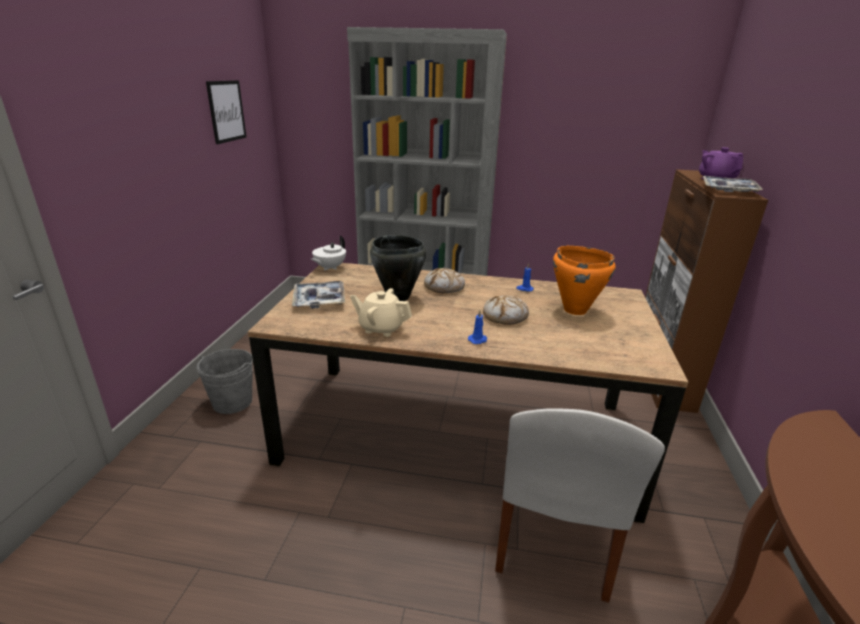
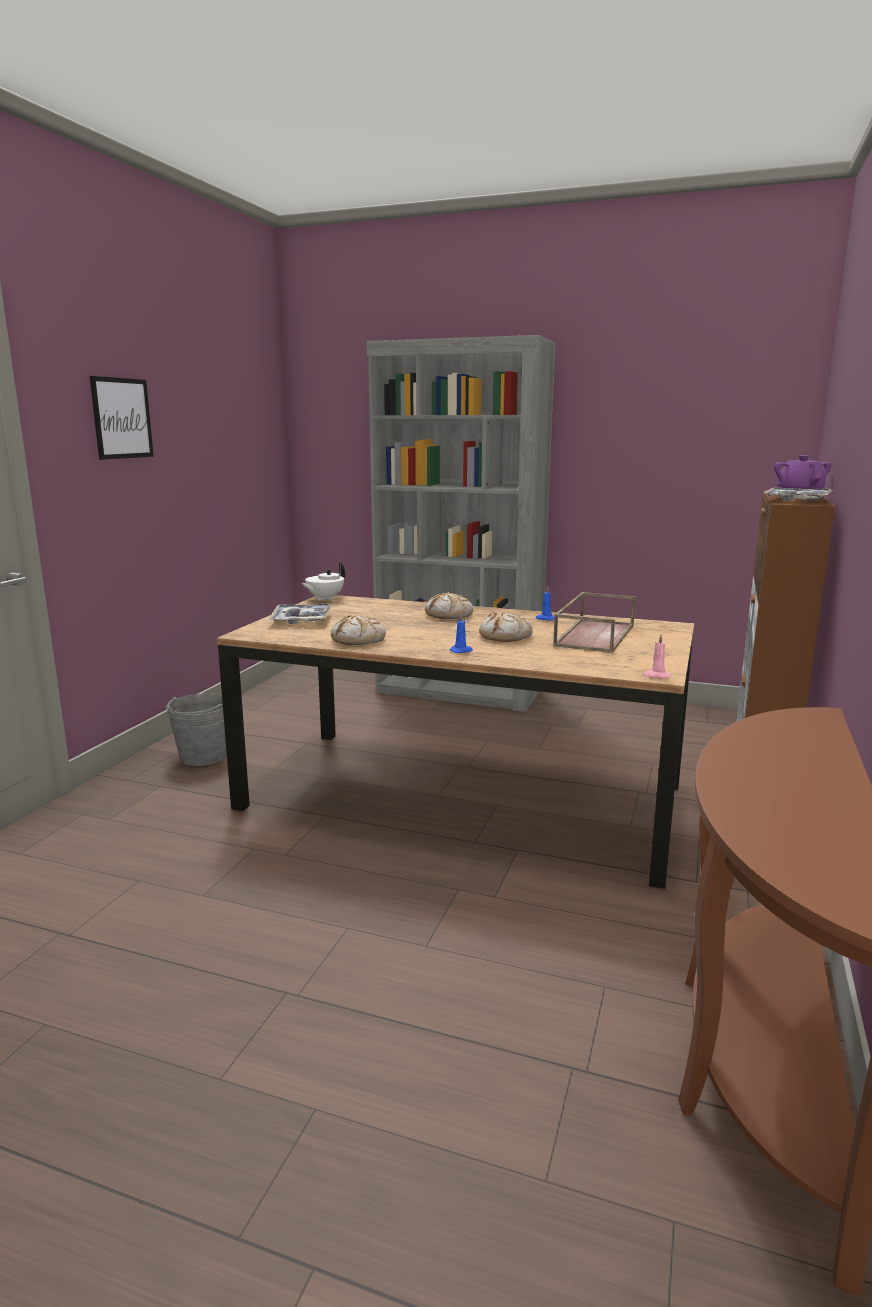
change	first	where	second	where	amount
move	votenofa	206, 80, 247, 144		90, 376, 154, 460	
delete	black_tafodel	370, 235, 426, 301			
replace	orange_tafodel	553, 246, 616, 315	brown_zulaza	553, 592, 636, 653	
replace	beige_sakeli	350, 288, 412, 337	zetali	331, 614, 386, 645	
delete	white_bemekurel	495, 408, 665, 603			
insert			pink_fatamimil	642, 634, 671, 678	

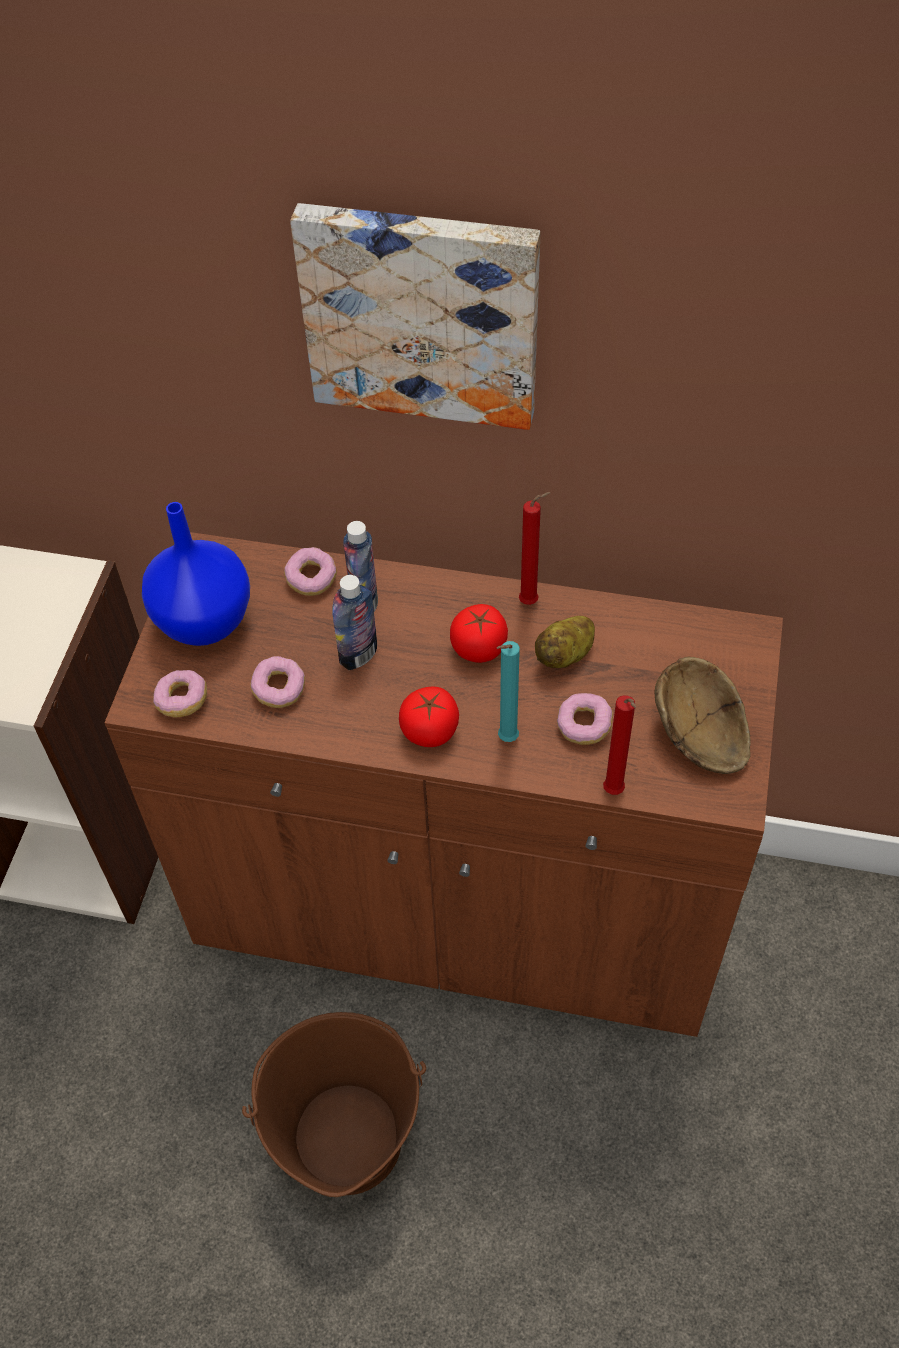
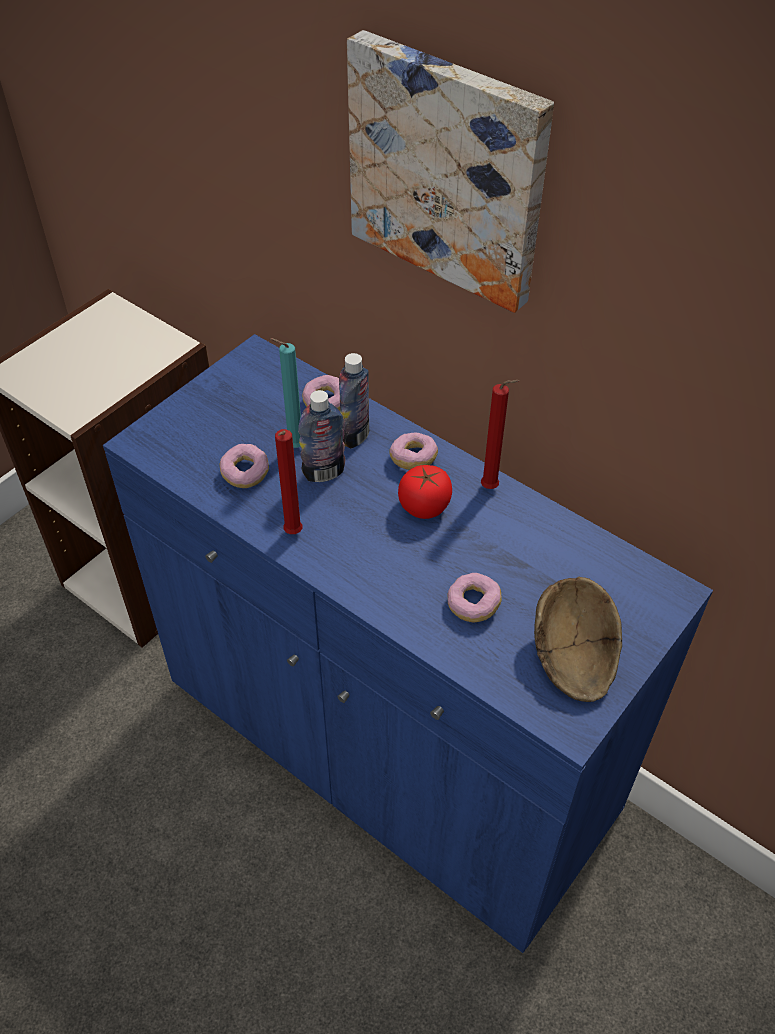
change	first	where	second	where	amount
delete	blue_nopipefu	142, 502, 250, 646			
recolor	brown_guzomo	104, 532, 783, 1037	blue_guzomo	103, 334, 713, 953	
delete	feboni	535, 616, 595, 668			
move	turquoise_fatamimil	496, 641, 520, 742		270, 338, 301, 448	
move	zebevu	153, 670, 207, 718		389, 432, 438, 470	
delete	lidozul	399, 686, 459, 747			
move	red_fatamimil	603, 695, 636, 795		275, 429, 302, 534	
delete	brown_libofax	242, 1012, 426, 1197			

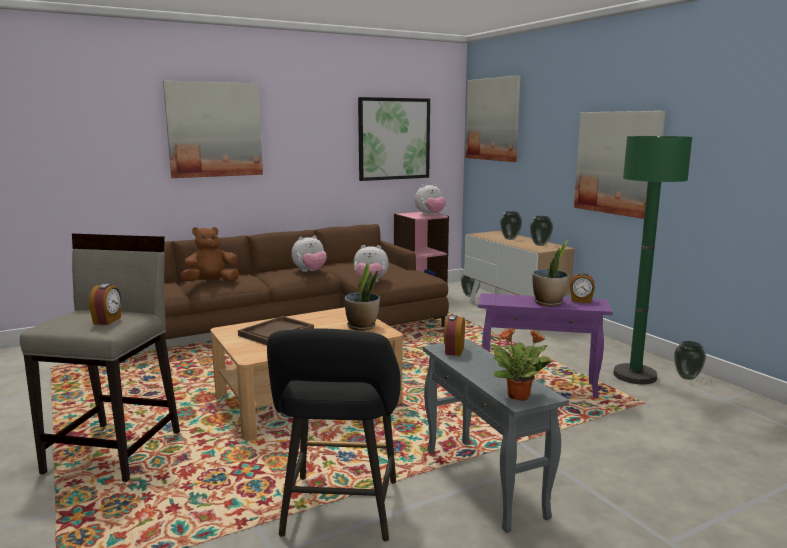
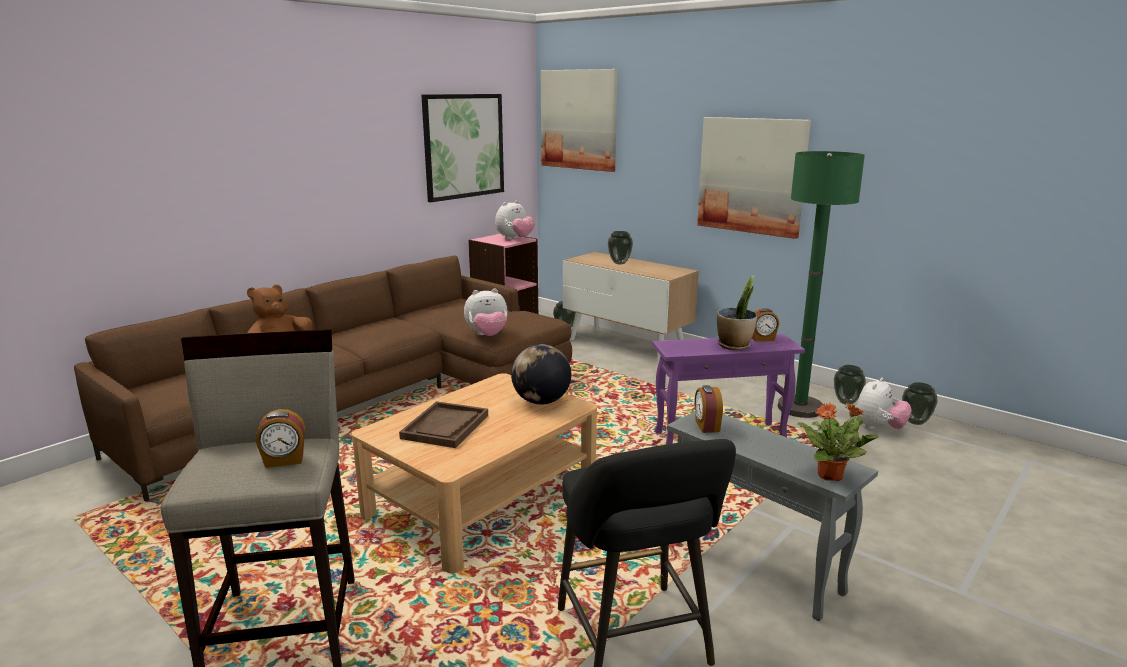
change	first	where	second	where	amount
delete	votenofa	163, 81, 263, 178			
move	nopipefu	530, 216, 553, 246		902, 382, 938, 425	
move	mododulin	292, 235, 327, 272		856, 377, 911, 430	
replace	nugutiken	345, 261, 380, 331	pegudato	511, 344, 571, 405	
rotate	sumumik	89, 284, 121, 325		256, 409, 305, 468	90 degrees clockwise

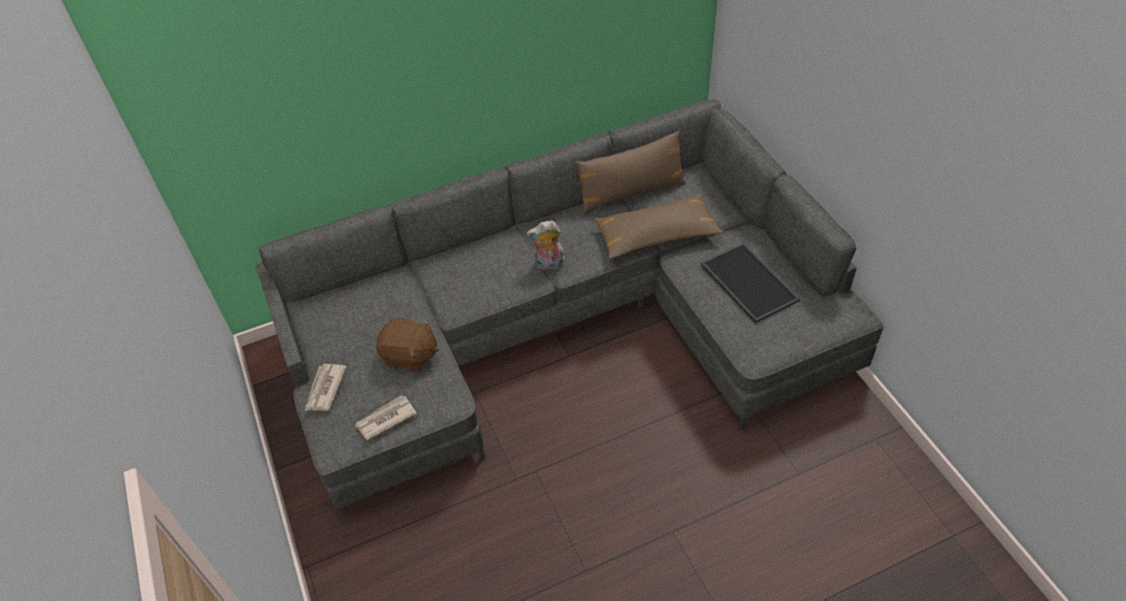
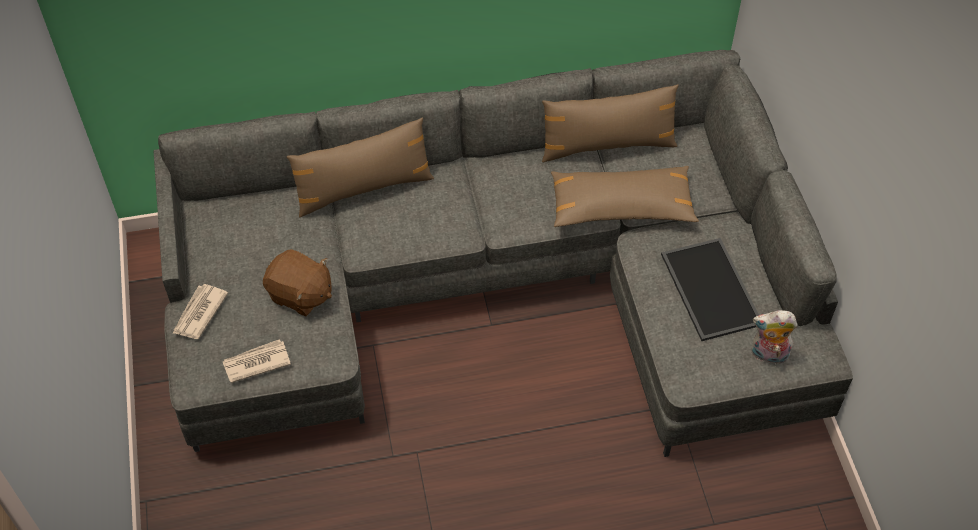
change	first	where	second	where	amount
move	mododulin	526, 221, 565, 270		751, 310, 798, 364	
insert			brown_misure	287, 117, 434, 217	

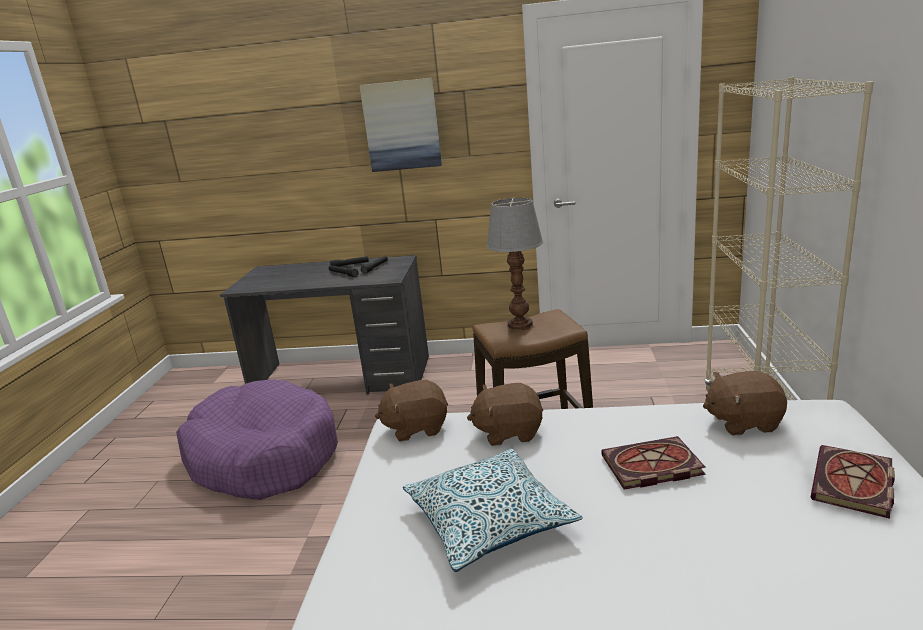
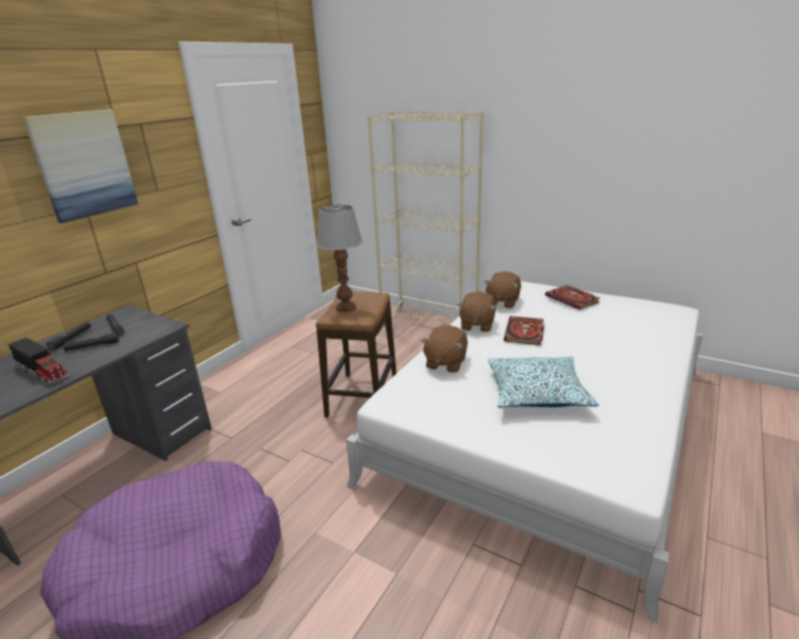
change	first	where	second	where	amount
move	brown_mododulin	375, 380, 448, 442		457, 291, 496, 332	
insert			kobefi	8, 337, 70, 385	

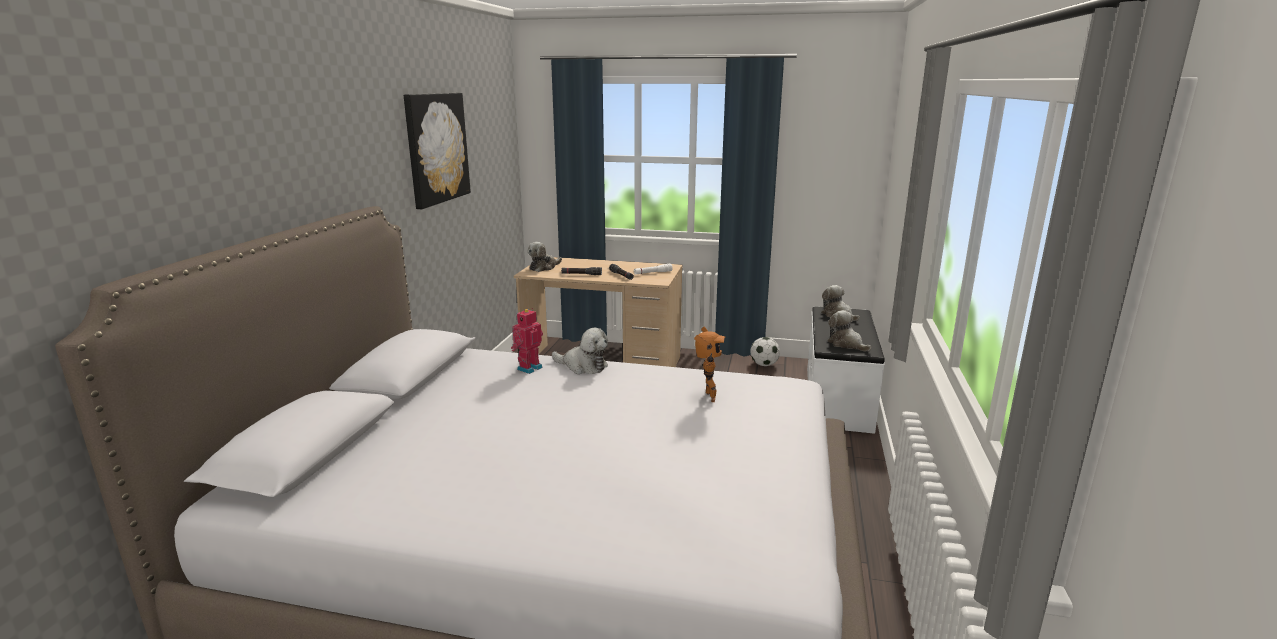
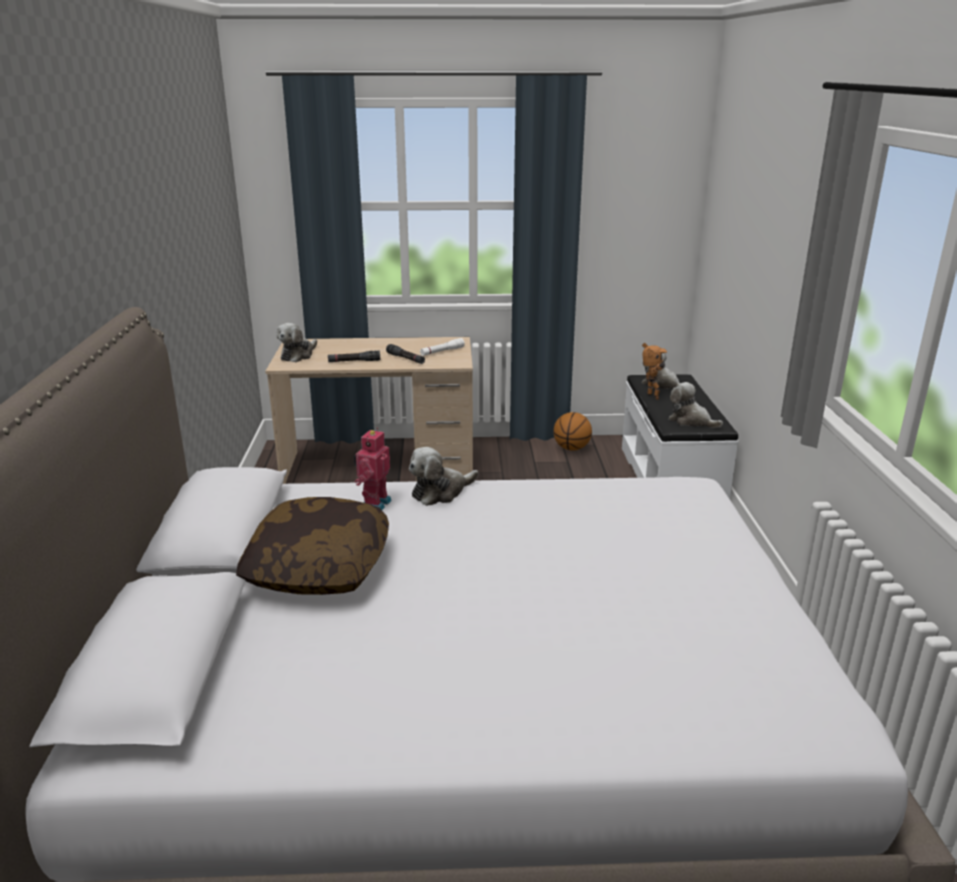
change	first	where	second	where	amount
delete	votenofa	403, 93, 471, 209			
move	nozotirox	694, 327, 726, 402		642, 343, 667, 400	
rotate	mododulin	552, 328, 608, 374		409, 447, 479, 506	135 degrees clockwise
replace	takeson	750, 337, 780, 366	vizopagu	553, 412, 592, 451	
insert			misure	236, 497, 389, 595	

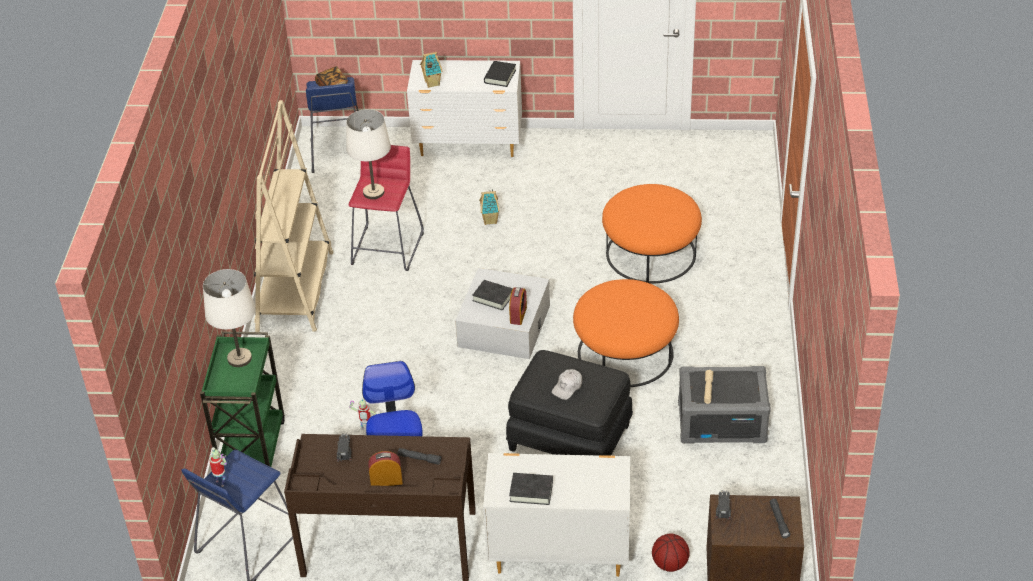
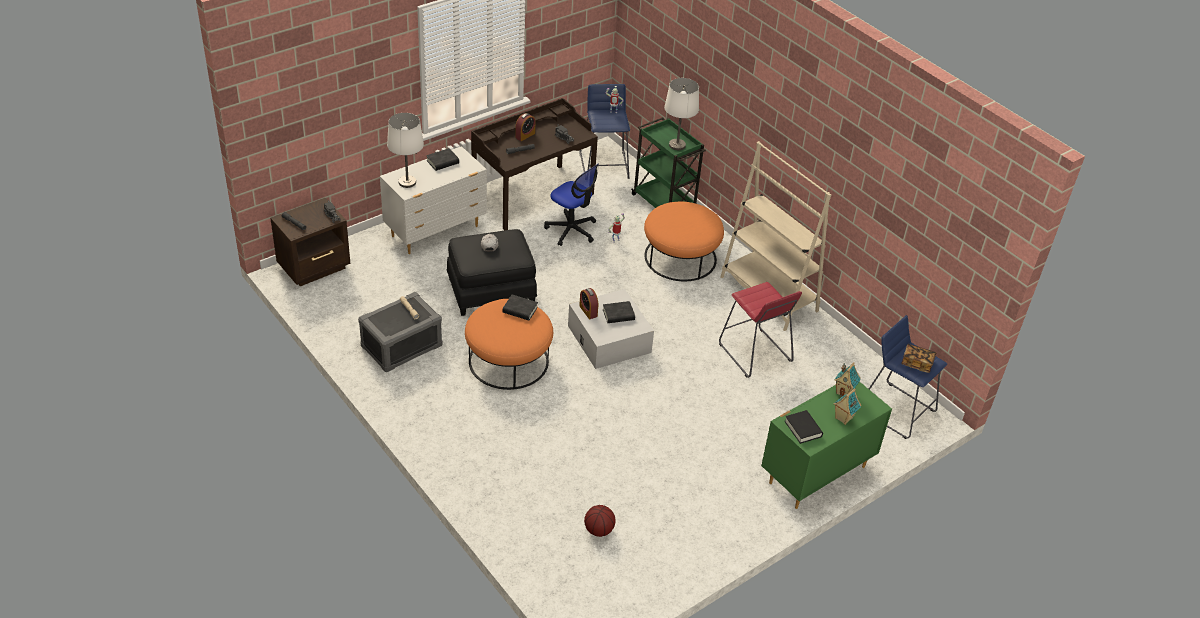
change	first	where	second	where	amount
recolor	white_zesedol	407, 60, 522, 157	green_zesedol	761, 381, 892, 509	
move	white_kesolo	346, 109, 391, 199		387, 113, 424, 188	
move	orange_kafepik	602, 184, 702, 284		644, 202, 724, 281	
move	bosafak	479, 189, 500, 225		834, 388, 861, 425	
move	vizopagu	652, 534, 690, 572		584, 505, 616, 537	
insert			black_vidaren	503, 295, 538, 320	

